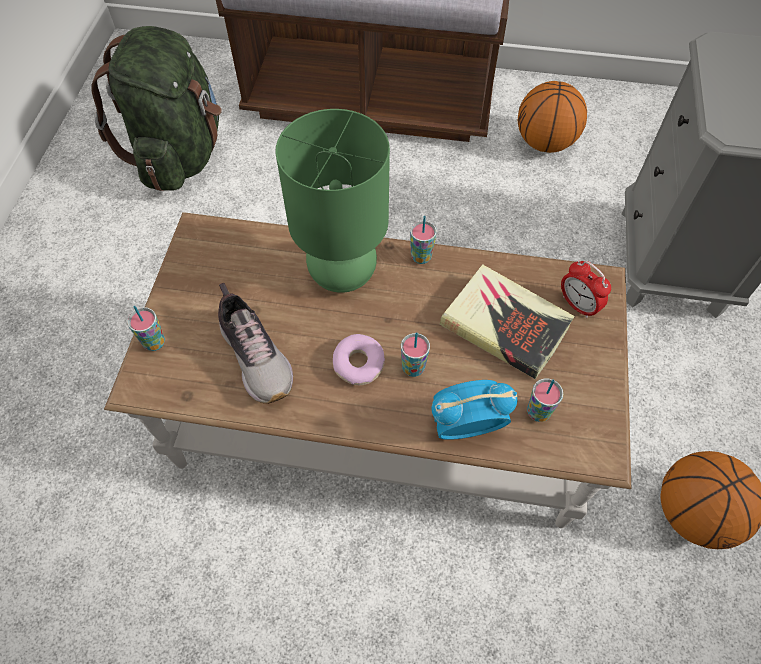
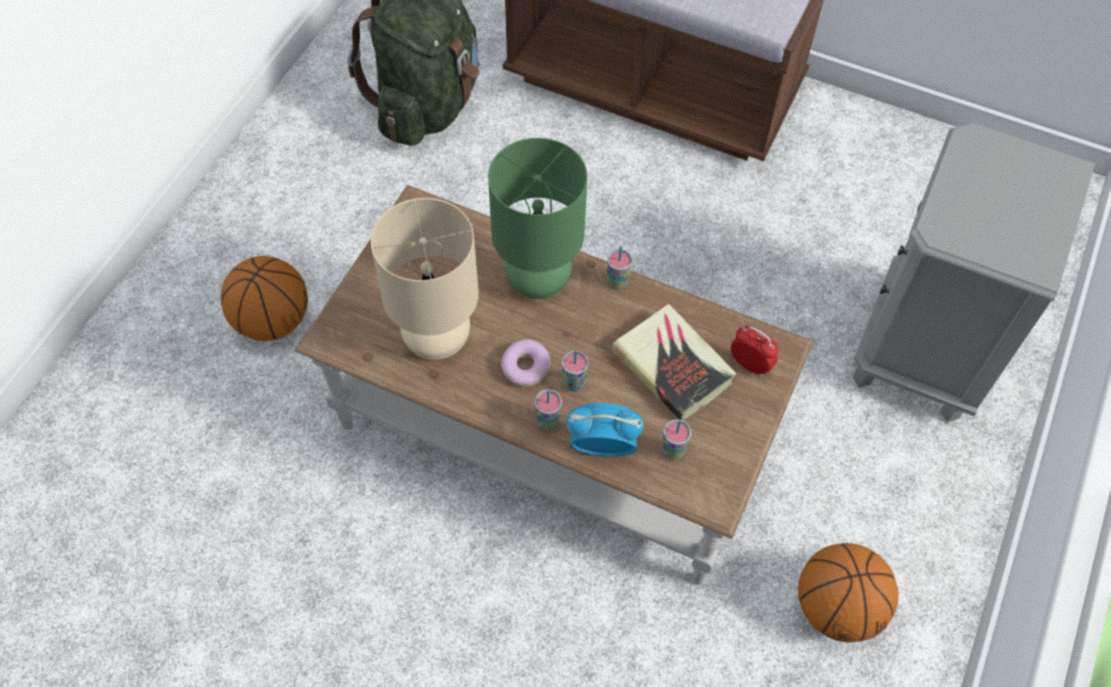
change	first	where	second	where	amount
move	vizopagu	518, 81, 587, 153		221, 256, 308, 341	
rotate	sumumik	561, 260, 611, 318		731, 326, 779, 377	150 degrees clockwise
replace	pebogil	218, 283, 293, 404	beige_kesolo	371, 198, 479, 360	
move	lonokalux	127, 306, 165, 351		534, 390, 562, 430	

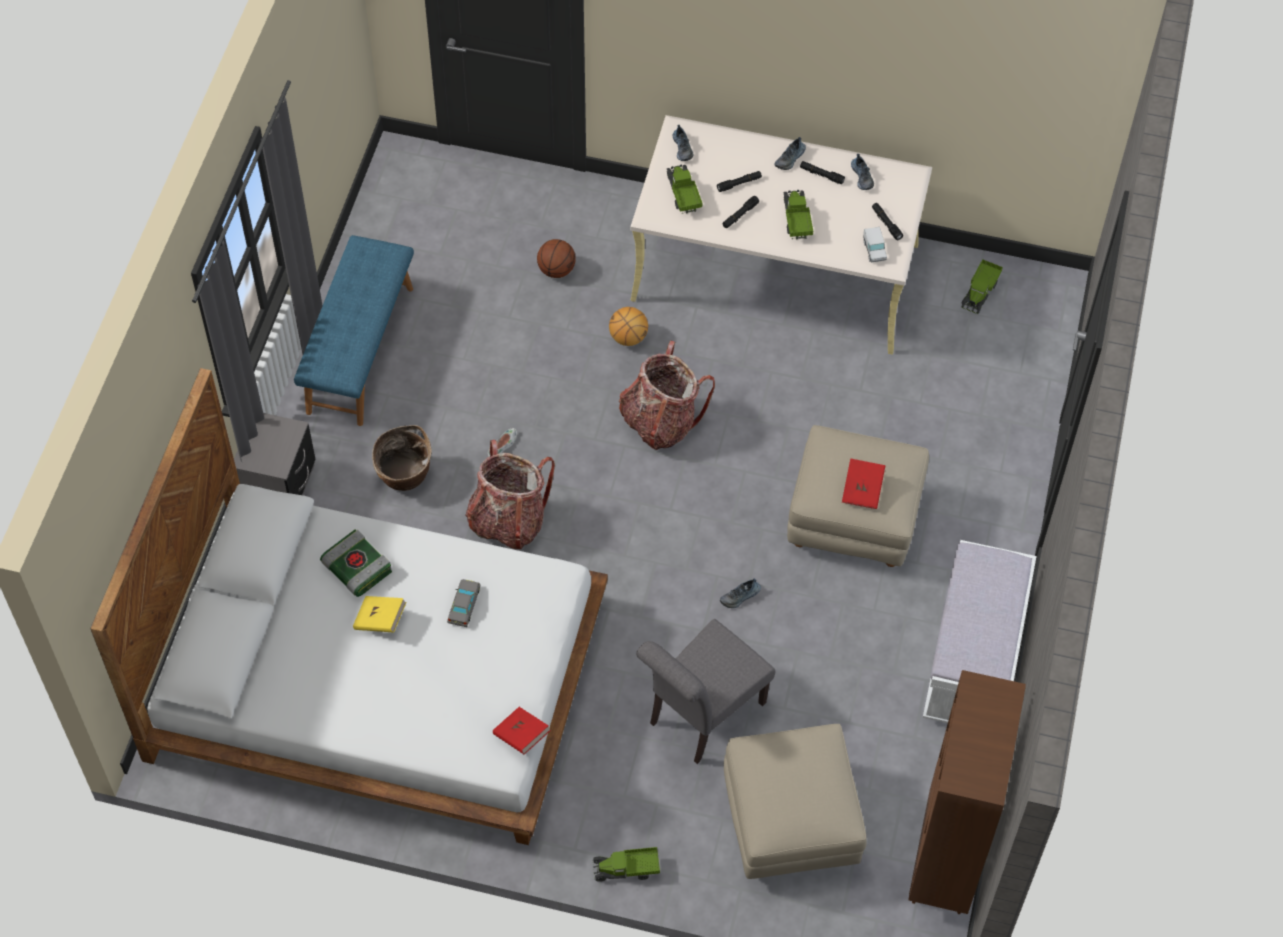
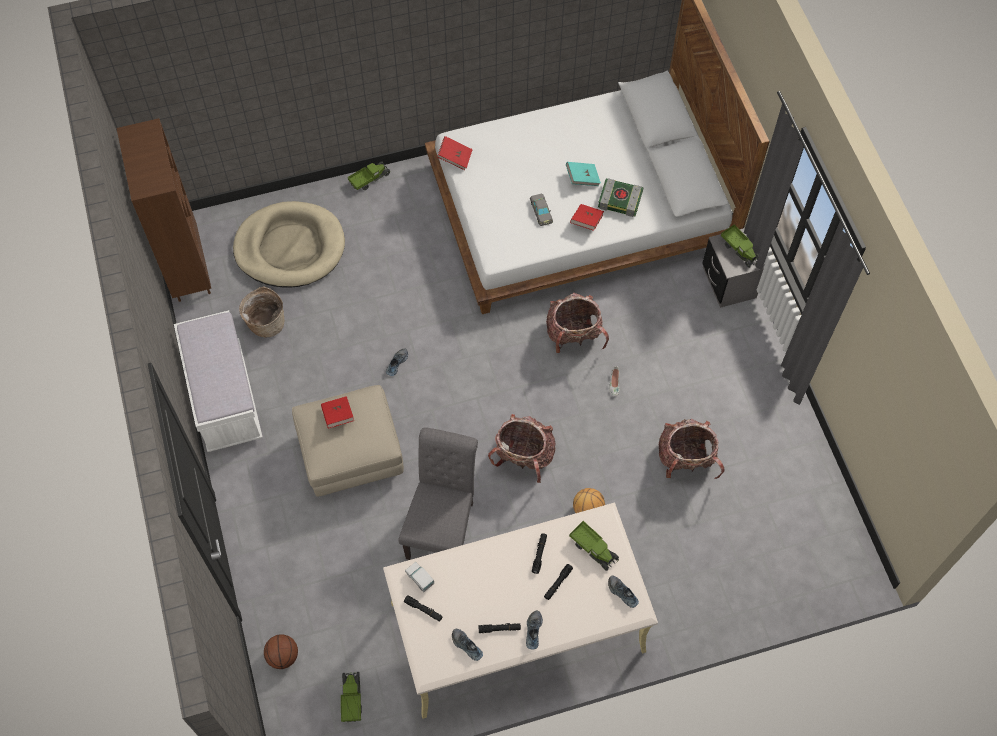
change	first	where	second	where	amount
move	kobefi	784, 190, 813, 239		721, 224, 759, 268	
delete	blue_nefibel	294, 235, 414, 426			
move	vizopagu	537, 239, 576, 278		264, 634, 298, 669	
move	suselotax	372, 425, 432, 491		239, 286, 284, 337	
recolor	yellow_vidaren	353, 596, 407, 632	turquoise_vidaren	566, 162, 601, 186	
move	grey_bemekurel	636, 619, 775, 764		399, 427, 478, 560	
replace	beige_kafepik	724, 724, 867, 879	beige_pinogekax	233, 201, 345, 287	
insert			red_vidaren	570, 204, 604, 231	
insert			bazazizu	659, 419, 724, 479	

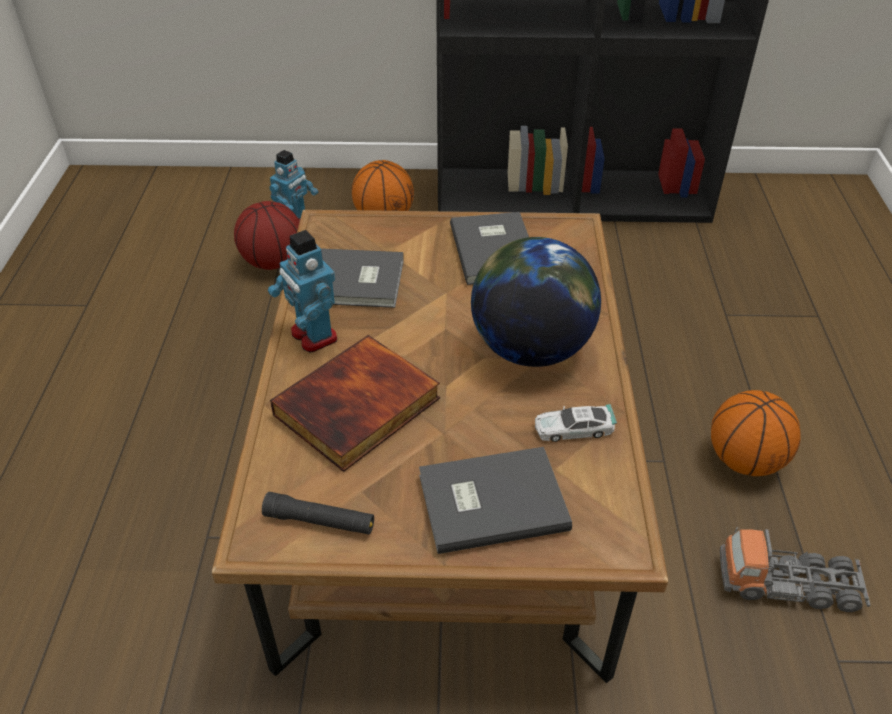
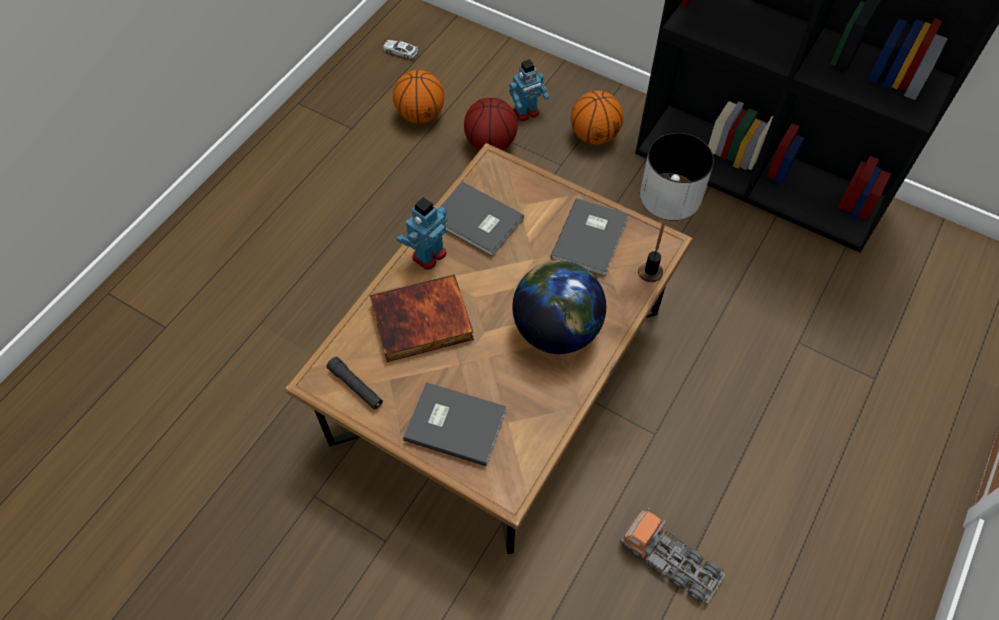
change	first	where	second	where	amount
rotate	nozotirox	268, 230, 337, 352		396, 197, 447, 270	45 degrees clockwise
move	vizopagu	711, 390, 801, 476		393, 70, 444, 123	
move	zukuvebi	535, 404, 617, 442		383, 40, 418, 59	
insert			kesolo	638, 133, 714, 282	

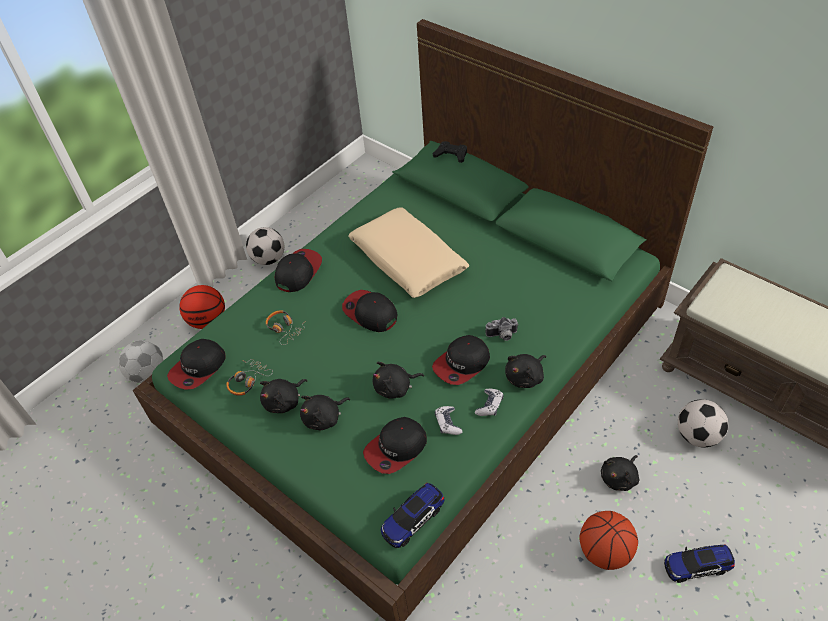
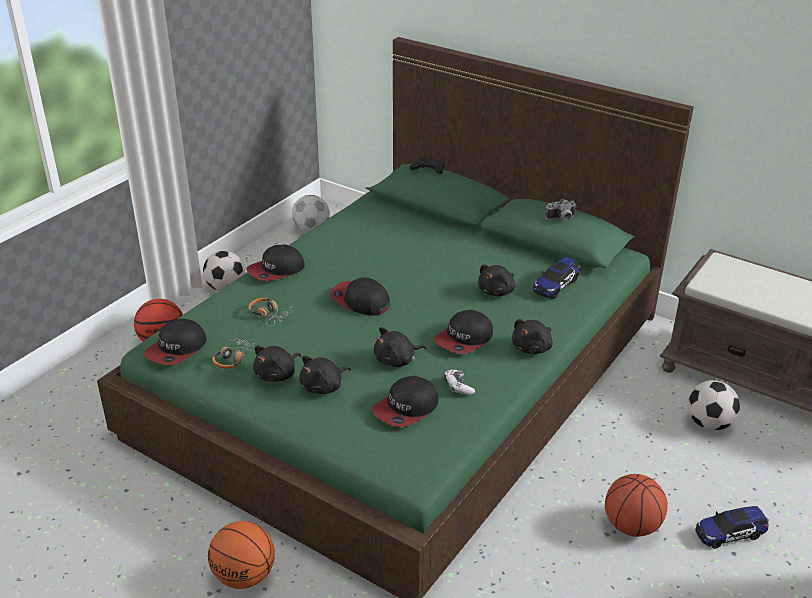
change	first	where	second	where	amount
delete	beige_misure	348, 207, 469, 298			
rotate	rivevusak	275, 249, 322, 292		246, 245, 305, 281	150 degrees counterclockwise
move	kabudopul	486, 317, 519, 341		545, 199, 576, 220	
move	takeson	119, 340, 163, 383		292, 195, 330, 232	
delete	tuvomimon	475, 389, 504, 416			
move	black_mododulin	601, 455, 639, 491		478, 264, 515, 296	
move	zukuvebi	381, 483, 445, 548		533, 256, 581, 299	
insert			vizopagu	208, 521, 275, 589	

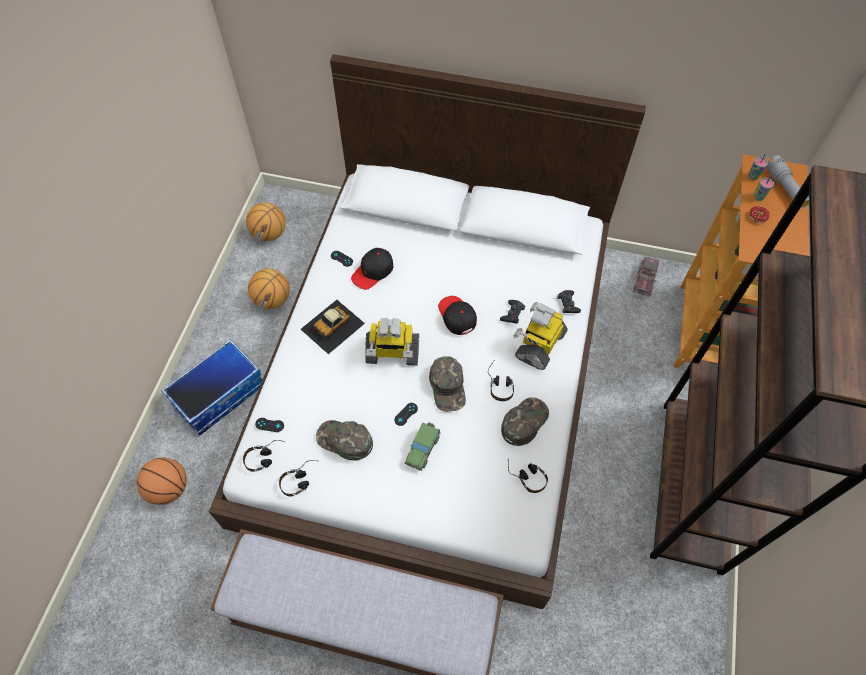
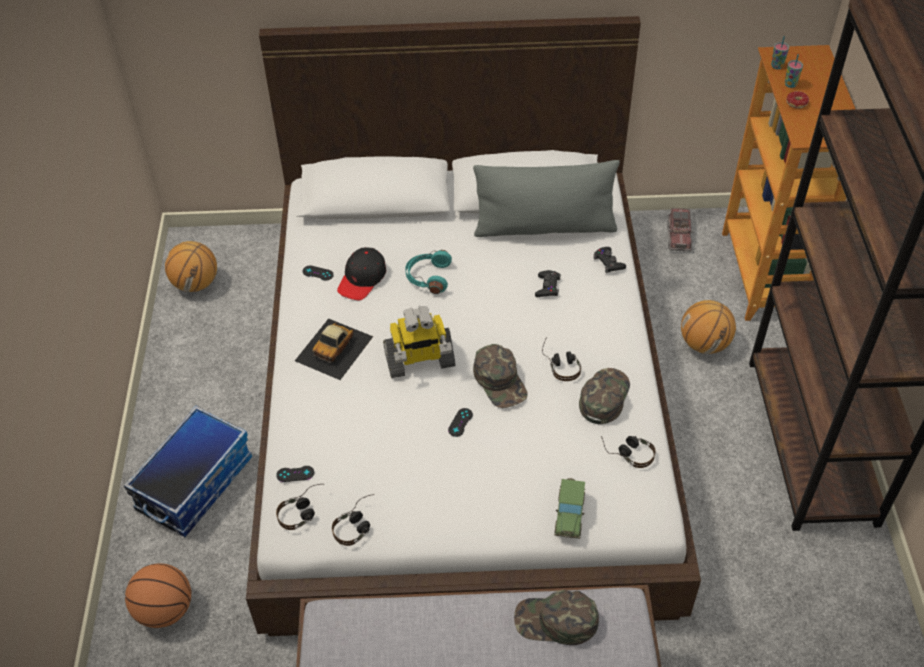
change	first	where	second	where	amount
delete	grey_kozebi	766, 155, 809, 209			
move	vizopagu	248, 268, 290, 309		681, 300, 736, 354	
delete	black_rivevusak	438, 296, 477, 335			
delete	nozotirox	513, 302, 568, 370			
move	green_rivevusak	316, 420, 373, 461		514, 590, 599, 645	
move	zukuvebi	404, 423, 441, 471		554, 478, 585, 539	
insert			grey_misure	473, 160, 620, 237	
insert			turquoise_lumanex	405, 250, 452, 294	

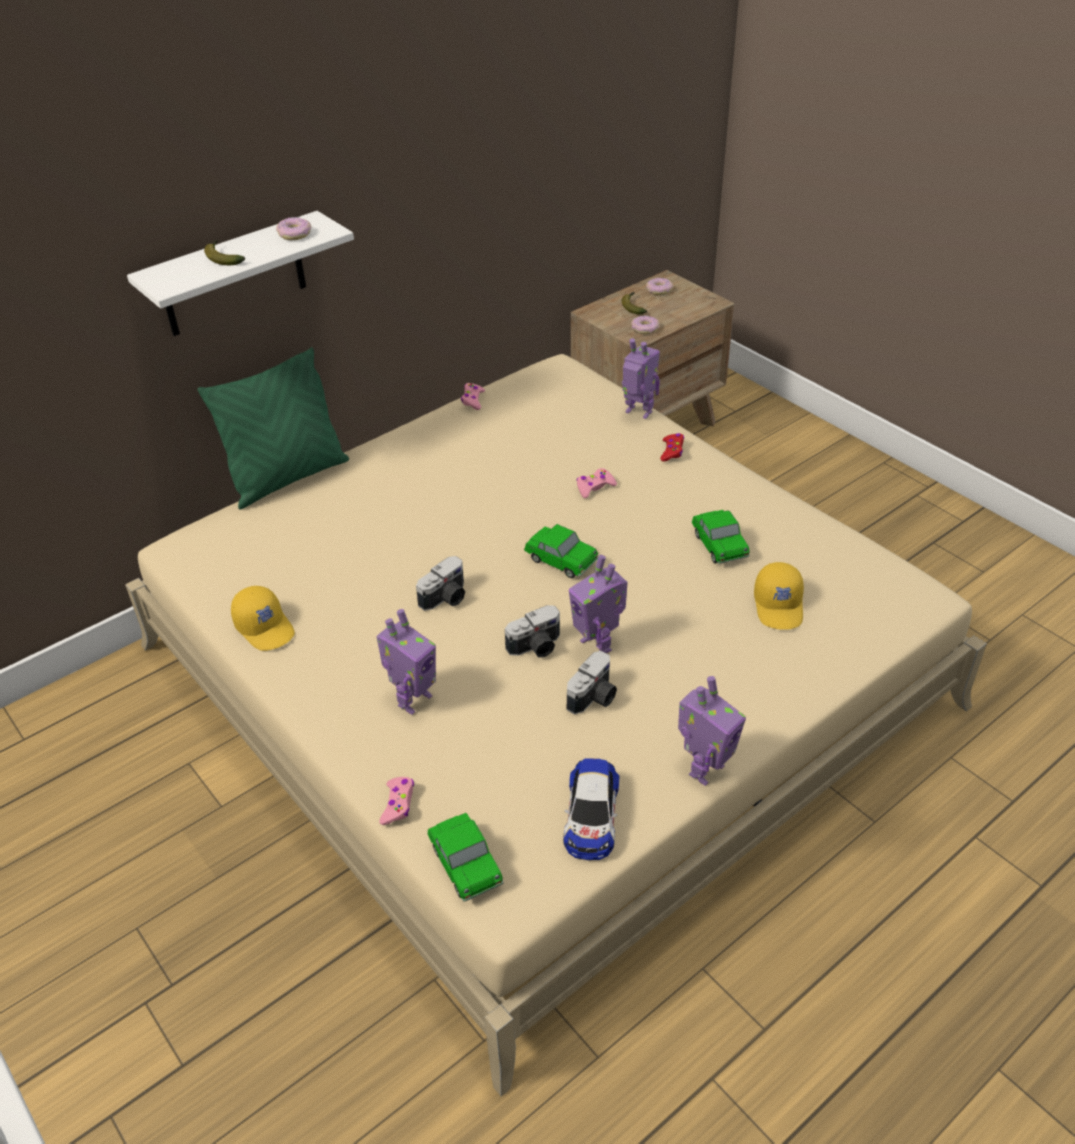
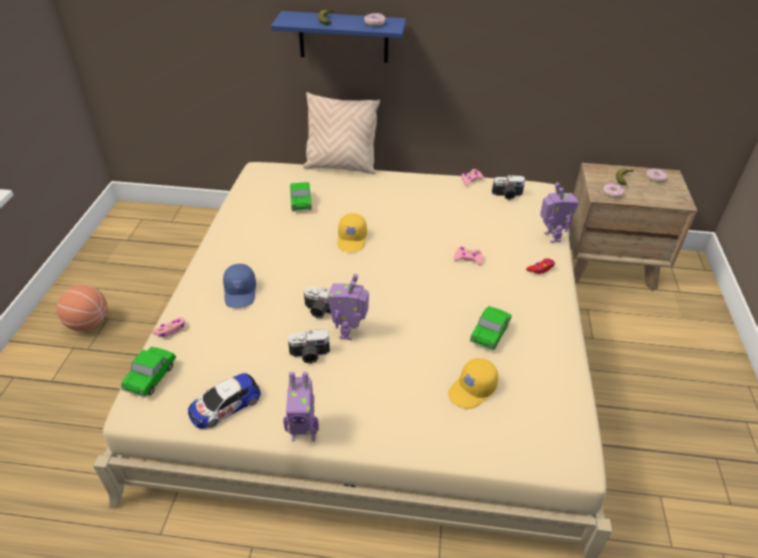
change	first	where	second	where	amount
recolor	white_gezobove	127, 211, 354, 336	blue_gezobove	271, 11, 406, 63	
recolor	green_misure	197, 347, 349, 509	beige_misure	303, 92, 380, 174	
move	zukuvebi	524, 524, 599, 578		290, 182, 312, 211	
move	kabudopul	416, 556, 465, 611		492, 175, 525, 200	
move	yellow_rivevusak	231, 586, 295, 651		338, 213, 367, 252	
replace	nozotirox	376, 609, 436, 714	blue_rivevusak	223, 264, 256, 308	
insert			vizopagu	56, 285, 108, 331	

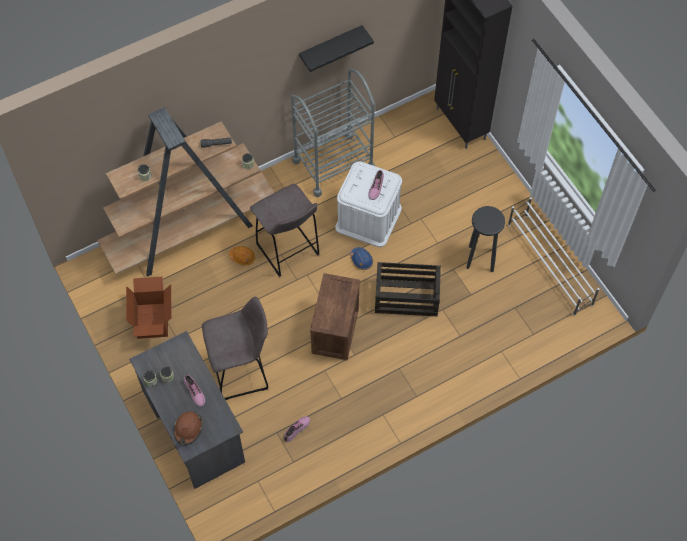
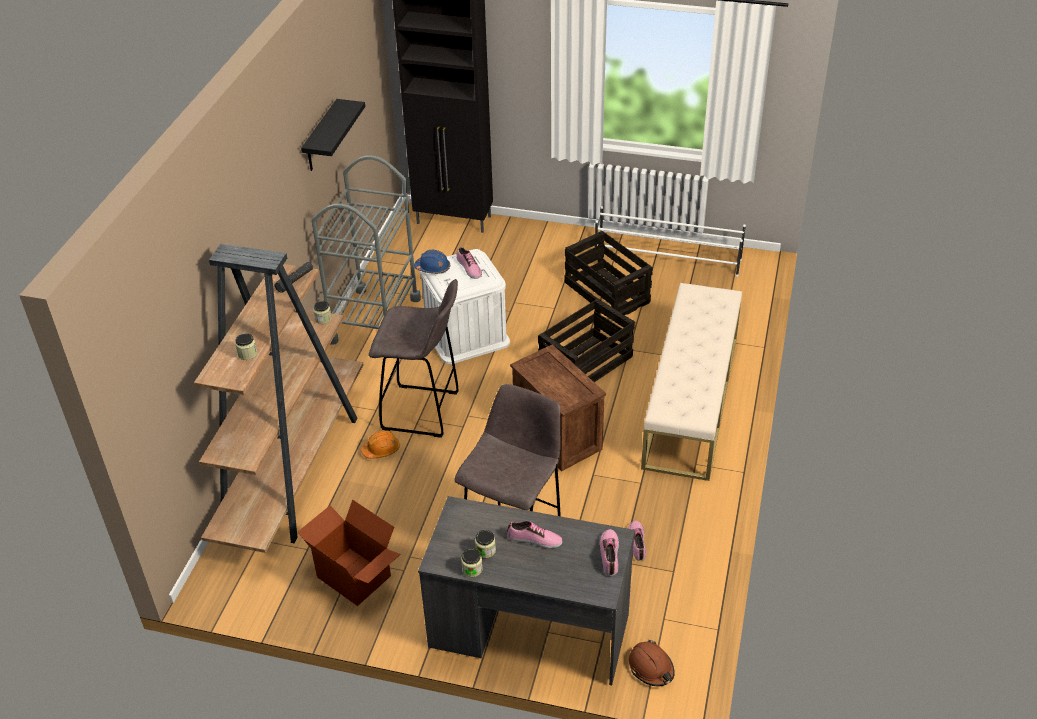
change	first	where	second	where	amount
replace	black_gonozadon	466, 206, 505, 272	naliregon	565, 231, 653, 315	
move	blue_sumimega	350, 247, 373, 270		414, 250, 450, 274	
move	brown_sumimega	174, 411, 202, 445		628, 640, 675, 686	
insert			beige_nefibel	641, 283, 742, 481	
insert			pebogil	600, 529, 619, 576	

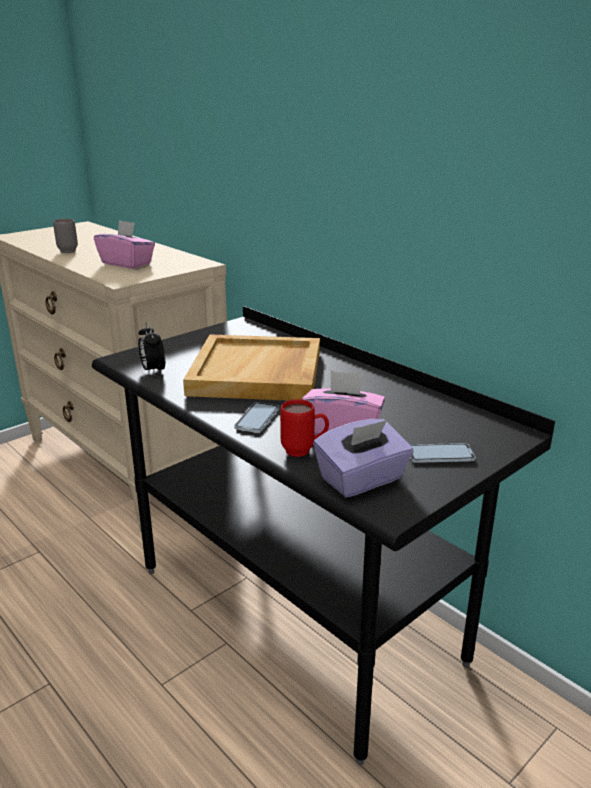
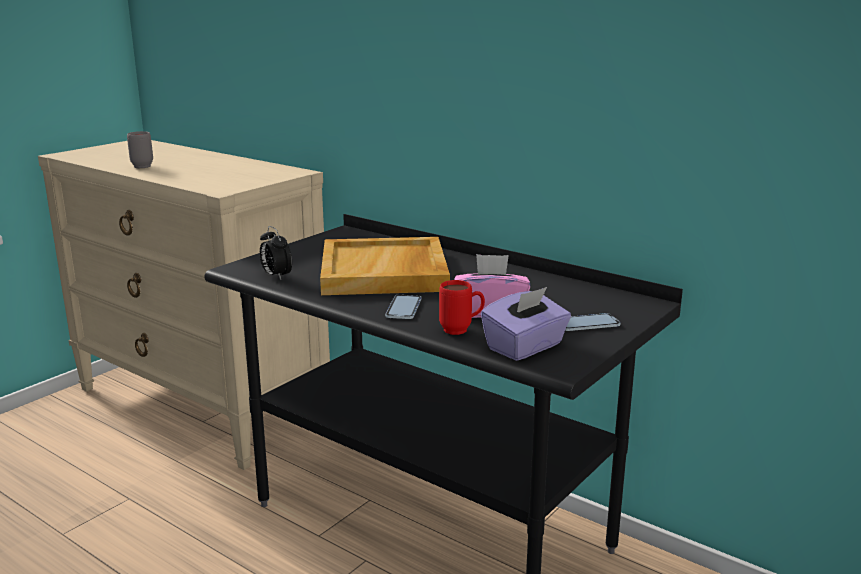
change	first	where	second	where	amount
delete	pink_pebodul	94, 220, 155, 269			

